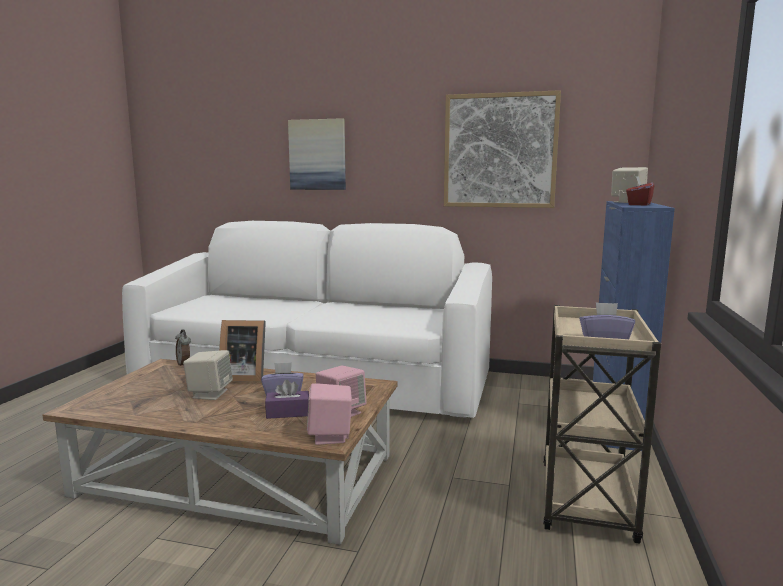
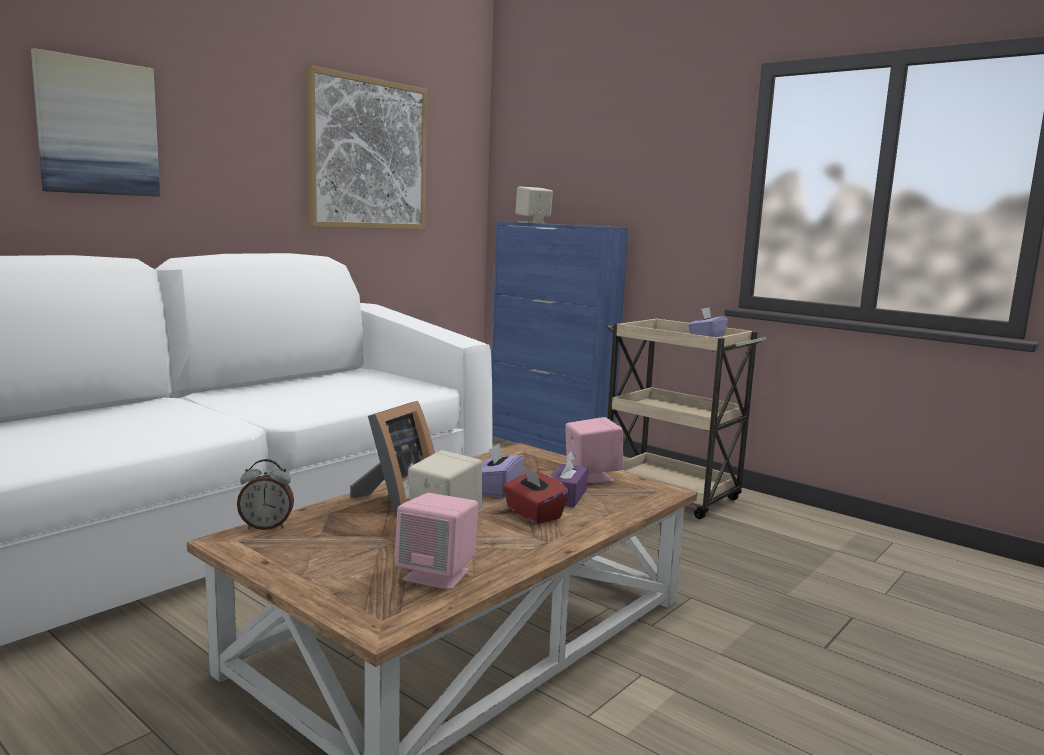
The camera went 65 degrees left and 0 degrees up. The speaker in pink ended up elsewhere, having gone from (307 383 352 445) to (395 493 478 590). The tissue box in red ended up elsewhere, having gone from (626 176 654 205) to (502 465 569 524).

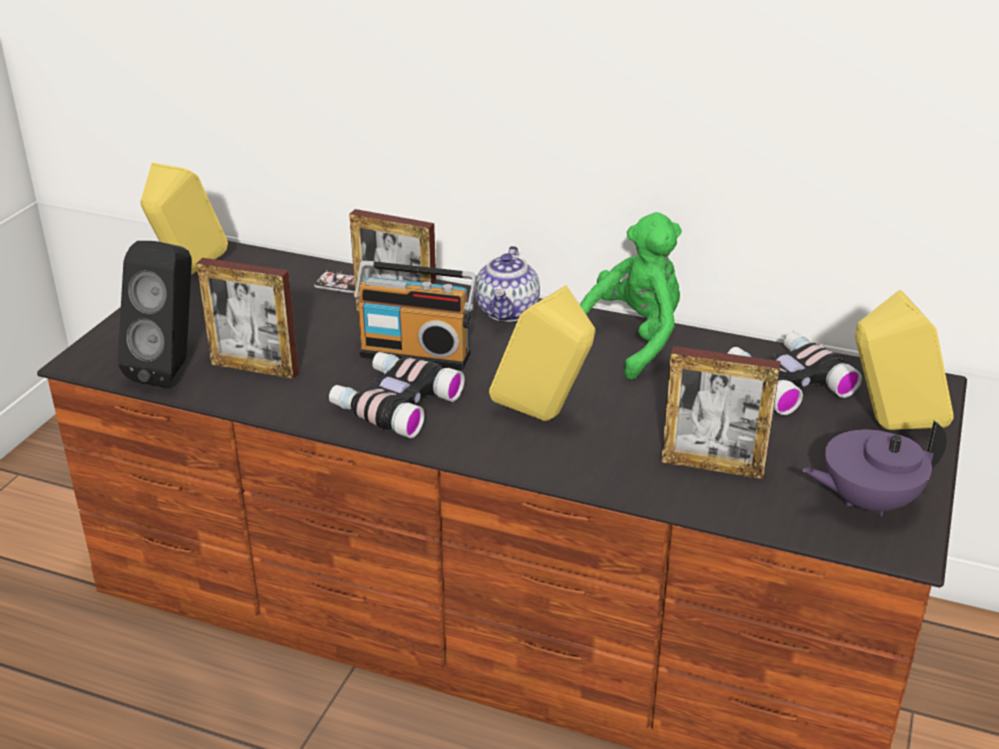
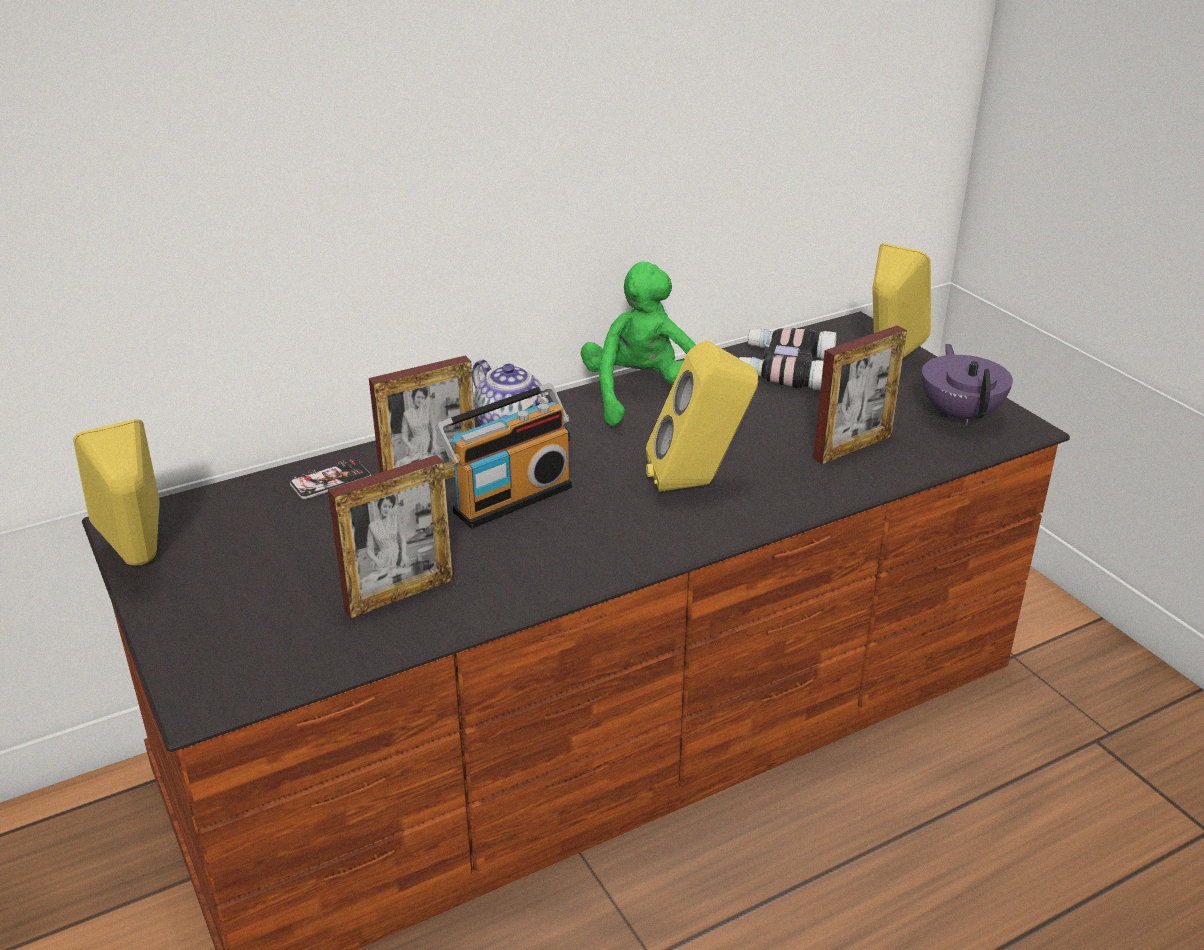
The camera went 50 degrees left and 0 degrees up. The second view lost the speaker in black at (118 241 192 387). The second view lost the binoculars at (329 352 465 438). The teapot in purple at (803 421 947 517) ended up facing another way, 150 degrees clockwise from before.

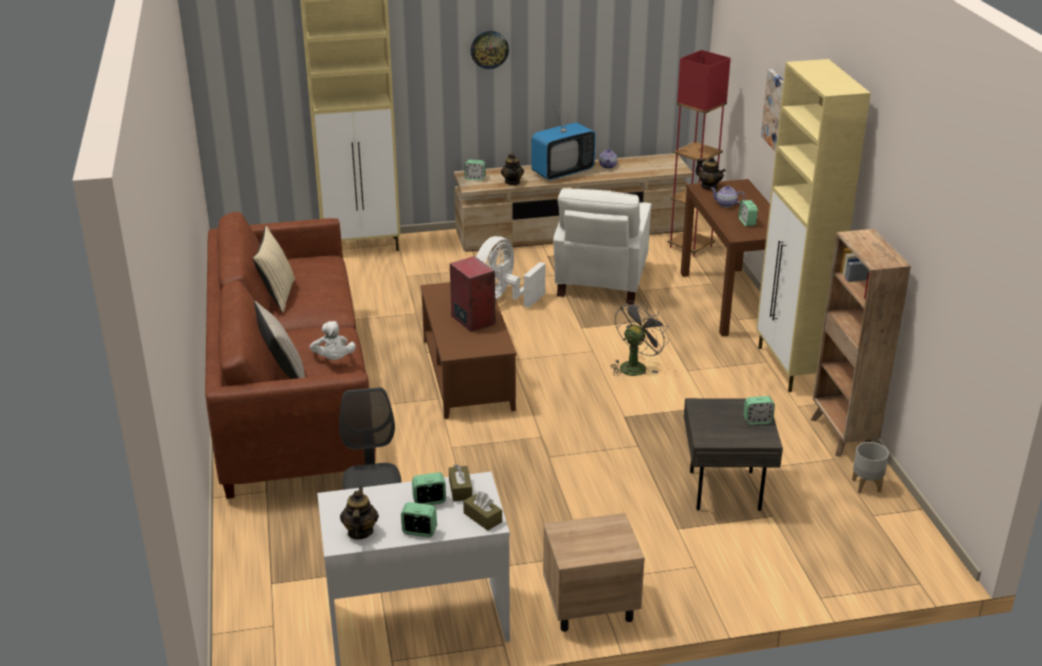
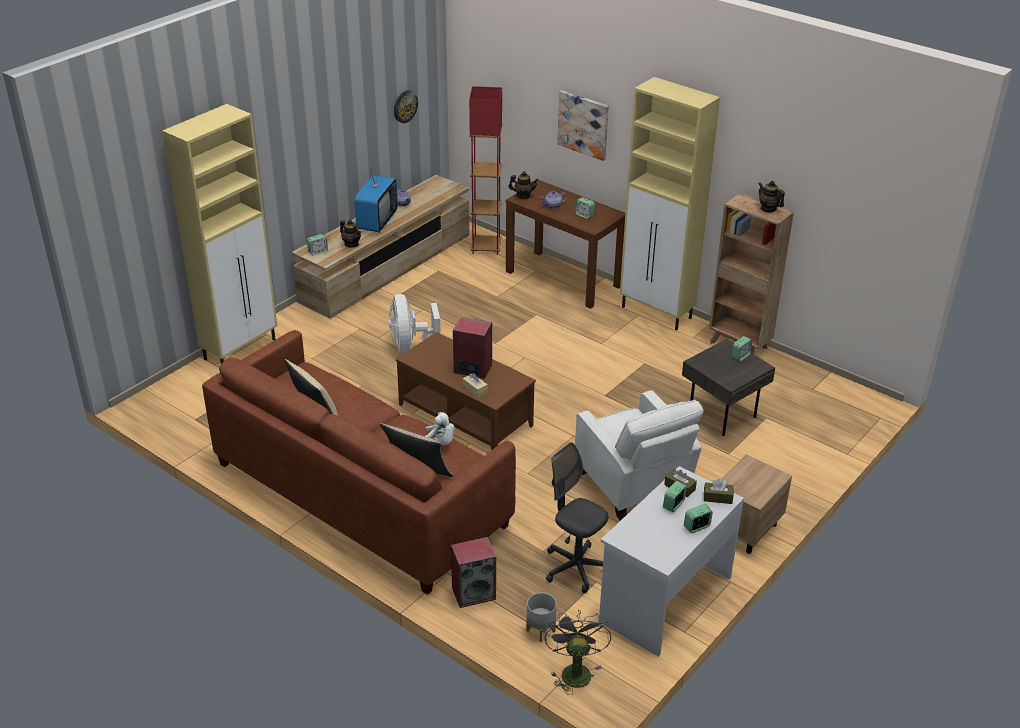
The camera went 40 degrees left and 5 degrees up. The second view gained the speaker at (451 537 496 608). The second view gained the tissue box in beige at (463 373 488 398). The teapot ended up elsewhere, having gone from (340 486 379 540) to (758 181 785 213). The wall clock ended up elsewhere, having gone from (471 31 509 69) to (394 90 418 123). The armchair in white ended up elsewhere, having gone from (553 189 651 304) to (575 390 704 521). The fan in grey ended up elsewhere, having gone from (612 301 669 376) to (544 610 611 695). The planter in grey ended up elsewhere, having gone from (852 442 889 493) to (526 593 557 642).

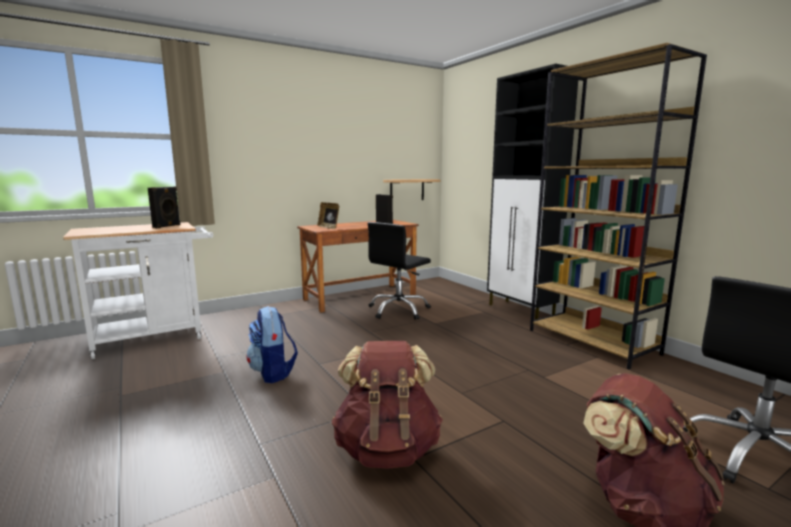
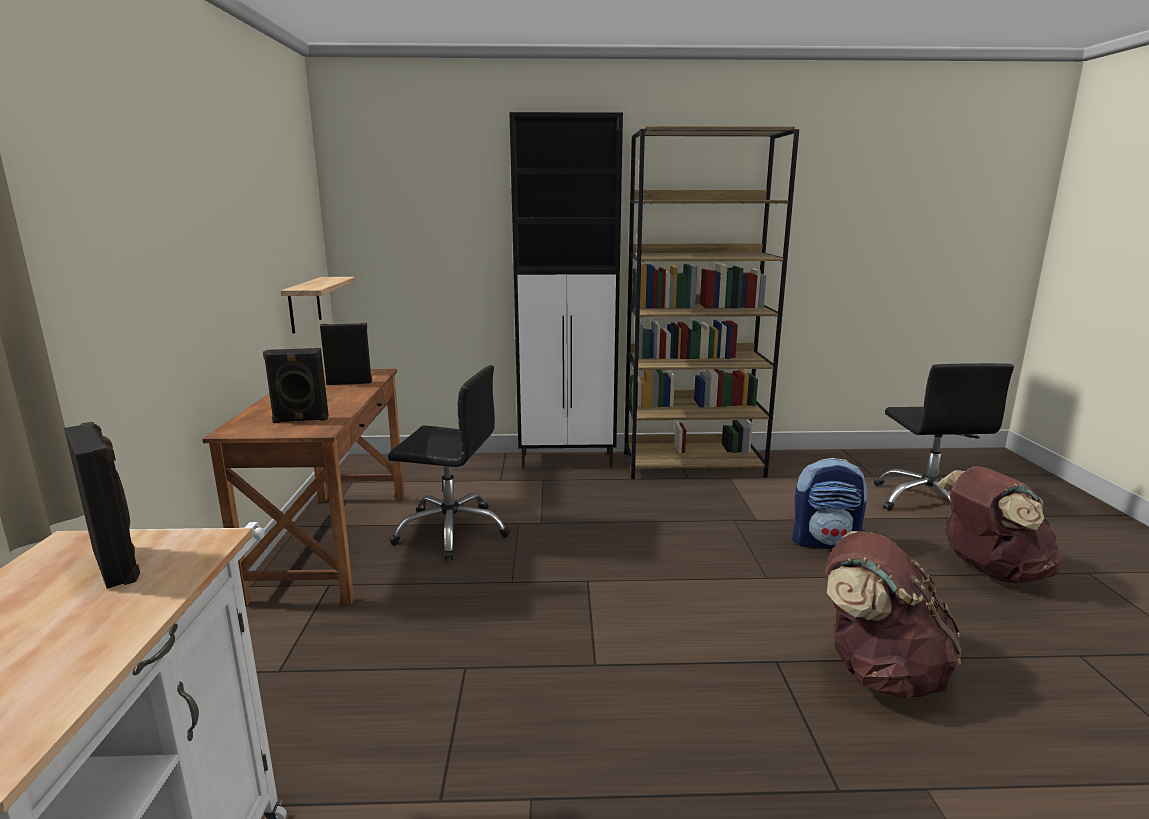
The camera went 60 degrees left and 5 degrees up. The backpack ended up elsewhere, having gone from (246 306 298 383) to (792 458 867 549). Where the picture frame stood at (317 202 339 229), the speaker in black came to stand at (263 348 329 423). The office chair in black at (368 222 431 320) ended up facing another way, 60 degrees counterclockwise from before.

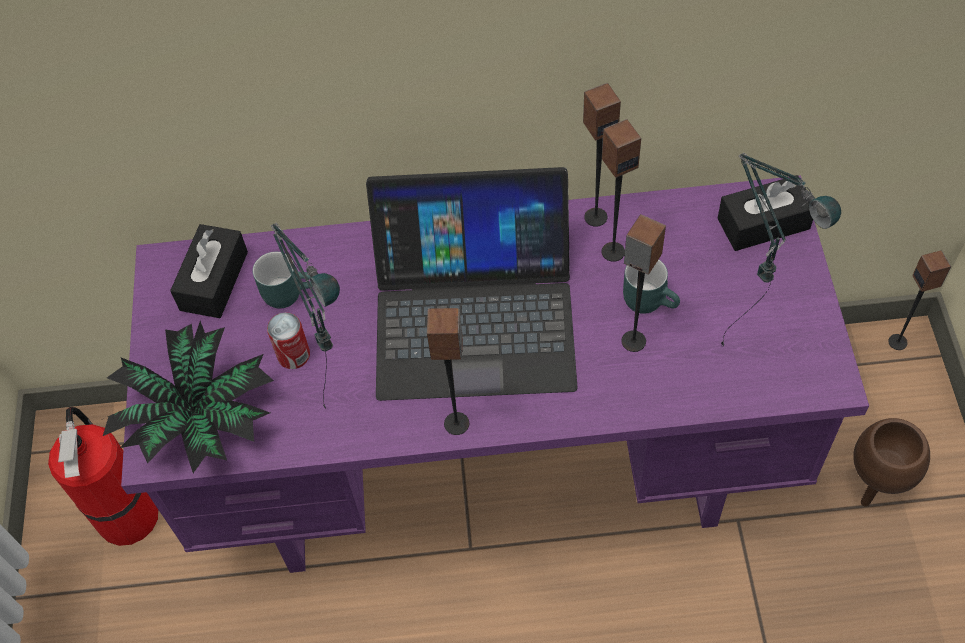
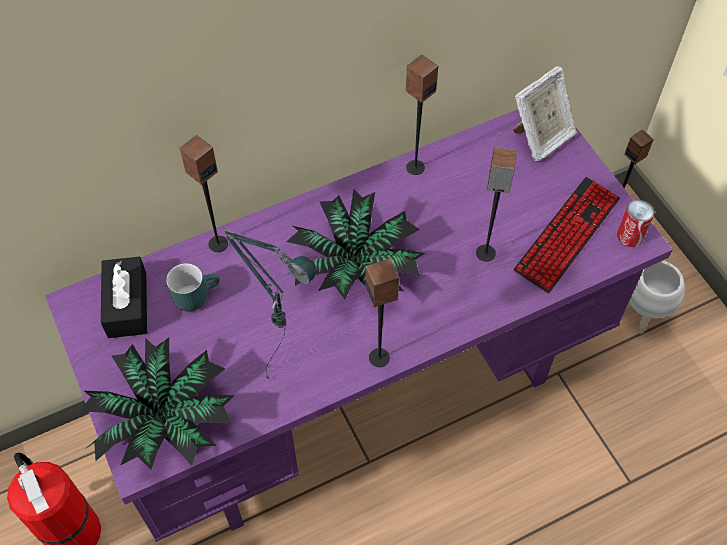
The camera went 25 degrees left and 0 degrees up. The second view lost the mug in turquoise at (623 260 680 314). The can ended up elsewhere, having gone from (267 312 310 369) to (617 200 654 247). The speaker ended up elsewhere, having gone from (602 119 641 262) to (180 135 228 252). Where the laptop stood at (366 167 578 401), the potted plant came to stand at (286 190 425 299). Where the tissue box in black stood at (717 175 813 251), the picture frame came to stand at (513 65 577 161). Where the table lamp stood at (721 153 841 346), the keyboard came to stand at (513 177 620 293). What was the planter in brown at (853 418 930 507) turned into the planter in white at (627 261 685 334).

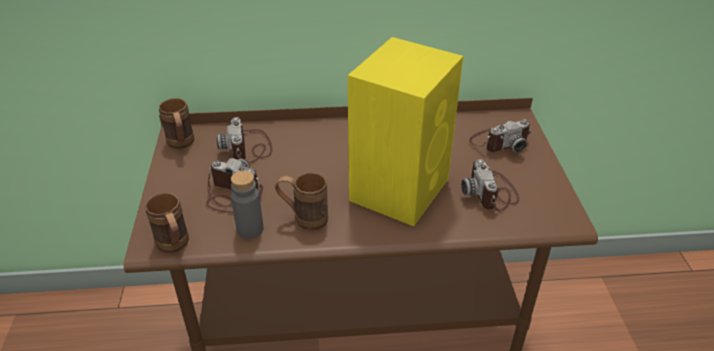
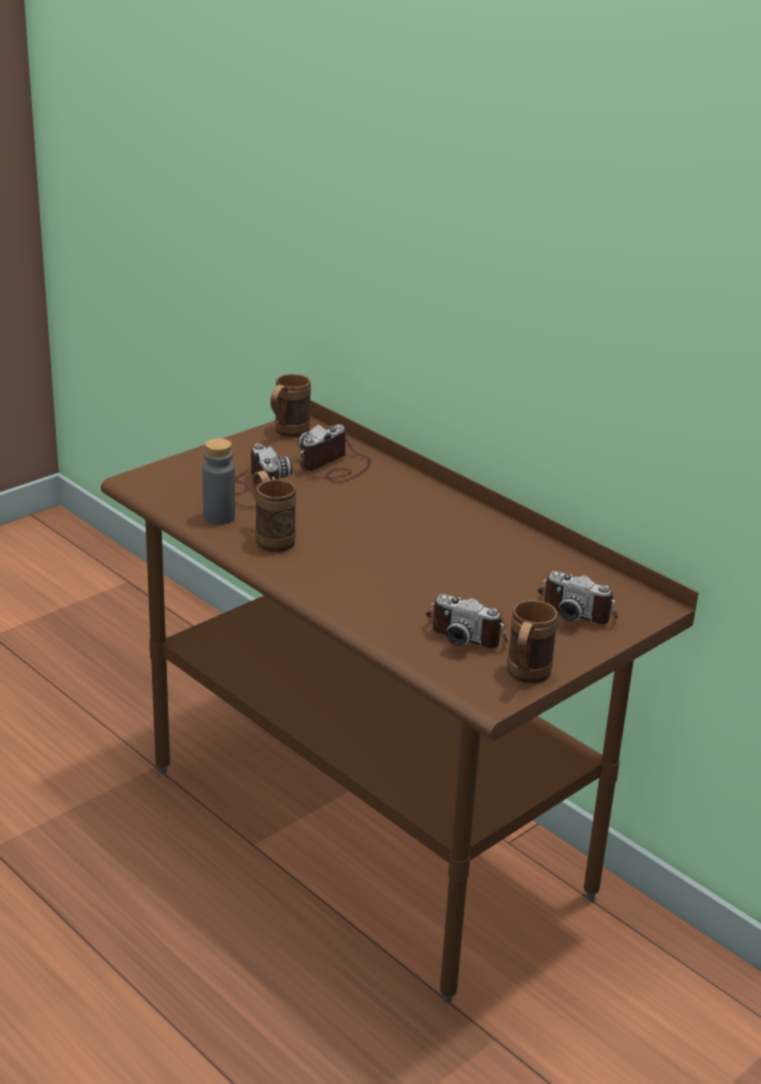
The camera went 50 degrees right and 10 degrees down. The second view lost the speaker in yellow at (348 37 463 226). The mug in brown ended up elsewhere, having gone from (145 193 189 253) to (507 600 558 683). The photo camera at (461 159 520 211) ended up facing another way, 105 degrees counterclockwise from before.

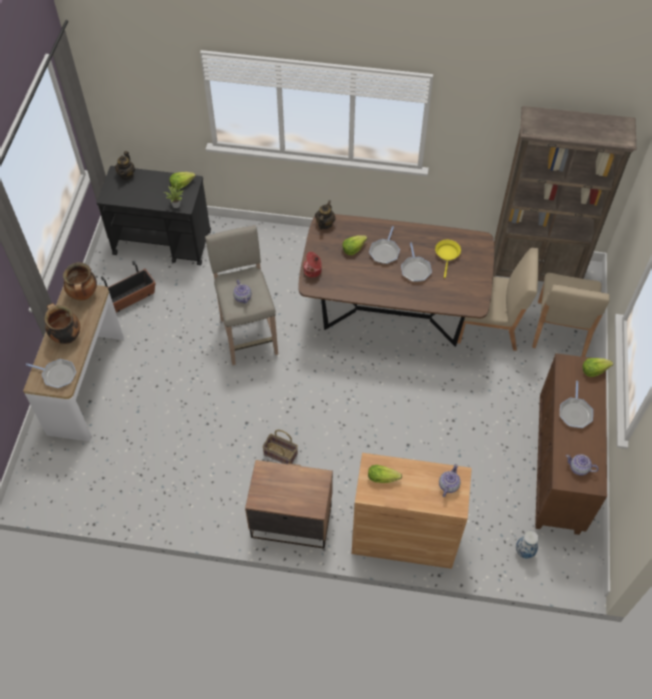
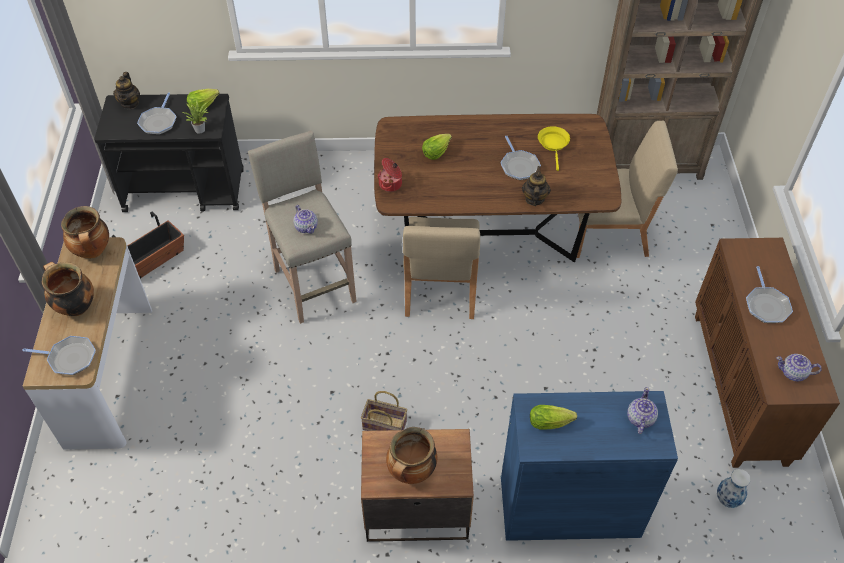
The camera went 10 degrees left and 5 degrees down. The second view lost the lettuce at (583 358 613 377). The second view gained the cooking pot at (386 427 437 484). The teapot ended up elsewhere, having gone from (315 200 335 230) to (522 166 551 206). The frying pan ended up elsewhere, having gone from (369 226 400 264) to (137 93 176 135). The chair in beige ended up elsewhere, having gone from (532 273 610 357) to (403 217 480 319). What was the cabinet in brown at (352 453 472 569) turned into the cabinet in blue at (501 391 678 541).

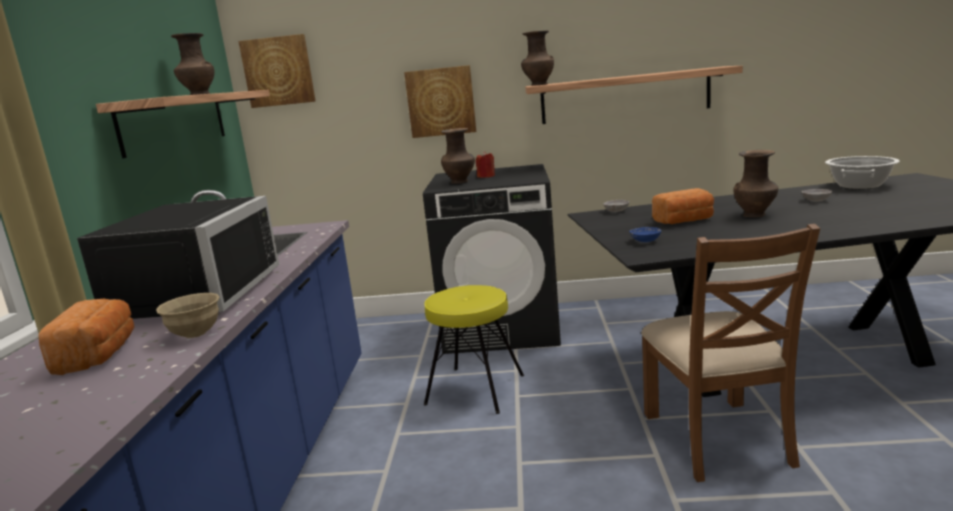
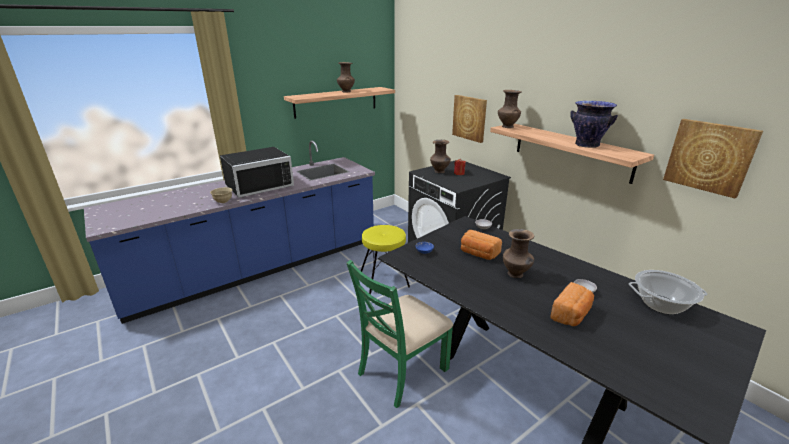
The camera went 50 degrees right and 10 degrees up. The second view gained the vase at (570 101 618 148). The bread ended up elsewhere, having gone from (38 299 134 375) to (550 282 594 326). The picture ended up elsewhere, having gone from (238 34 315 108) to (663 119 763 198). What was the chair in brown at (641 224 820 482) turned into the chair in green at (346 260 453 408).

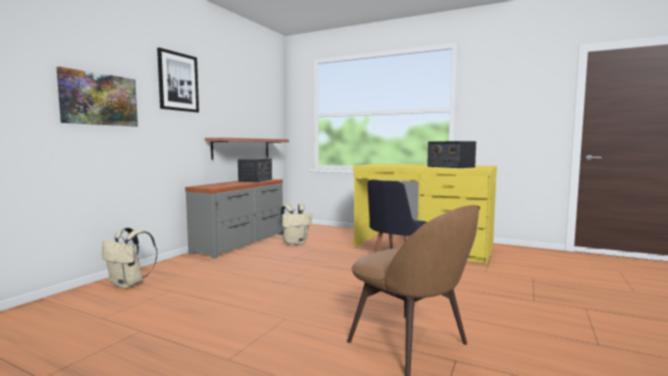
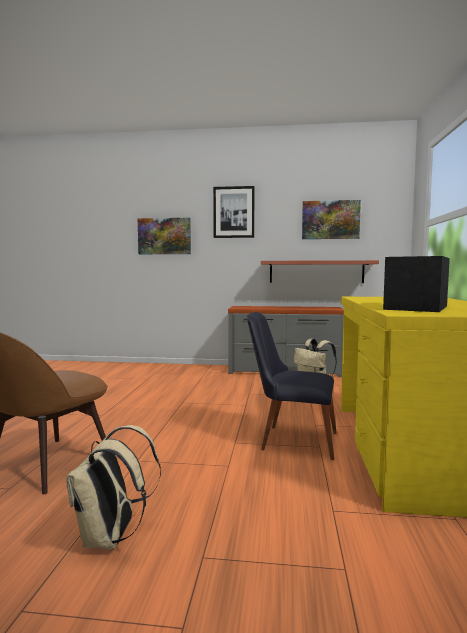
The camera went 70 degrees right and 0 degrees up. The second view lost the radio at (238 158 272 182). The second view gained the picture at (302 200 361 239). The backpack in beige ended up elsewhere, having gone from (102 228 158 288) to (66 425 161 549).

